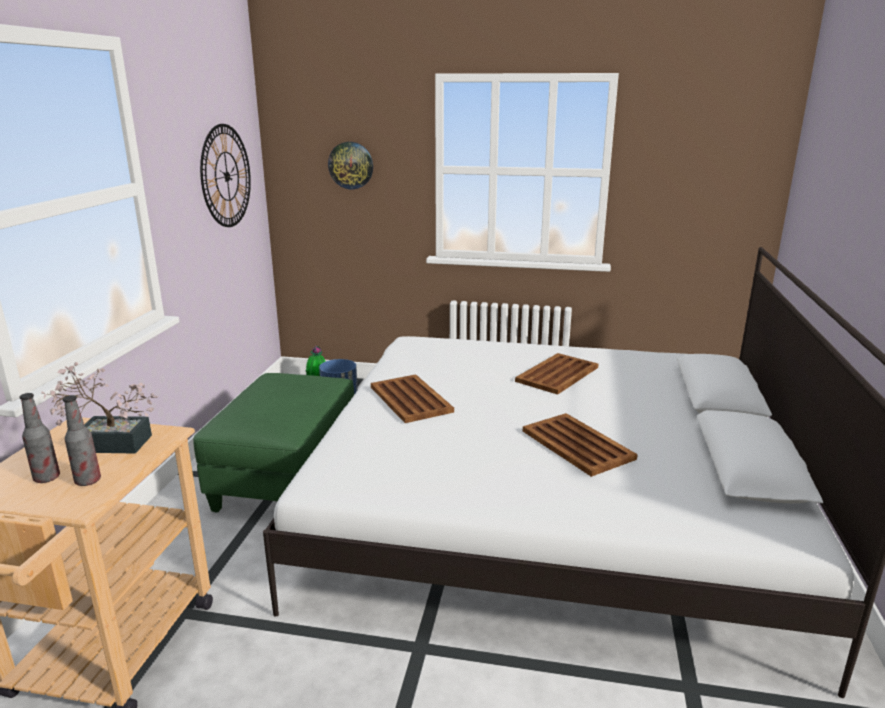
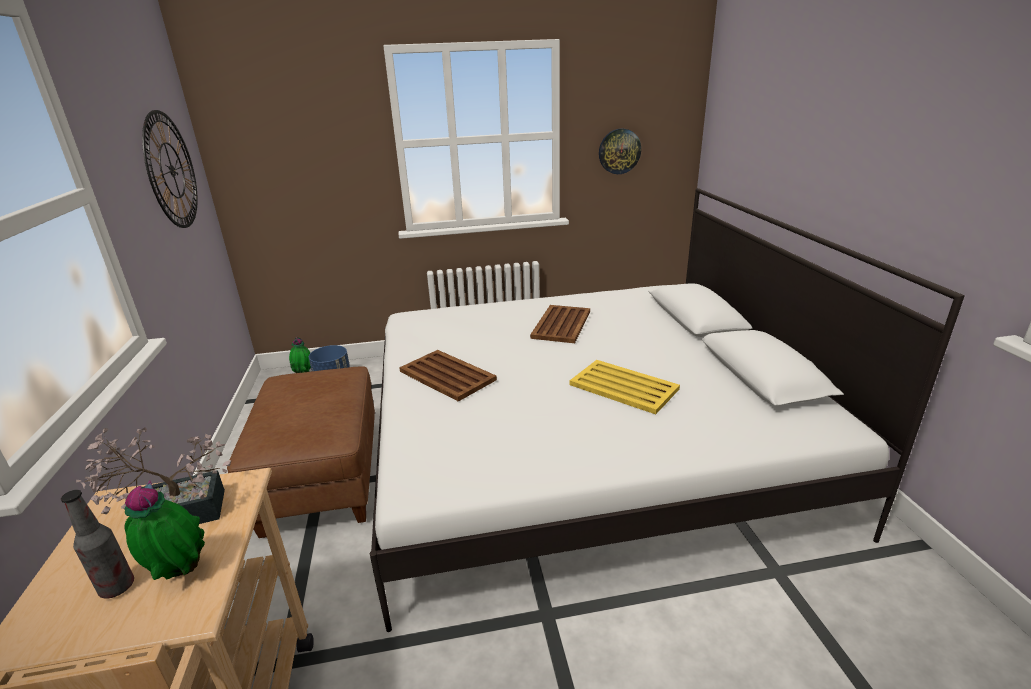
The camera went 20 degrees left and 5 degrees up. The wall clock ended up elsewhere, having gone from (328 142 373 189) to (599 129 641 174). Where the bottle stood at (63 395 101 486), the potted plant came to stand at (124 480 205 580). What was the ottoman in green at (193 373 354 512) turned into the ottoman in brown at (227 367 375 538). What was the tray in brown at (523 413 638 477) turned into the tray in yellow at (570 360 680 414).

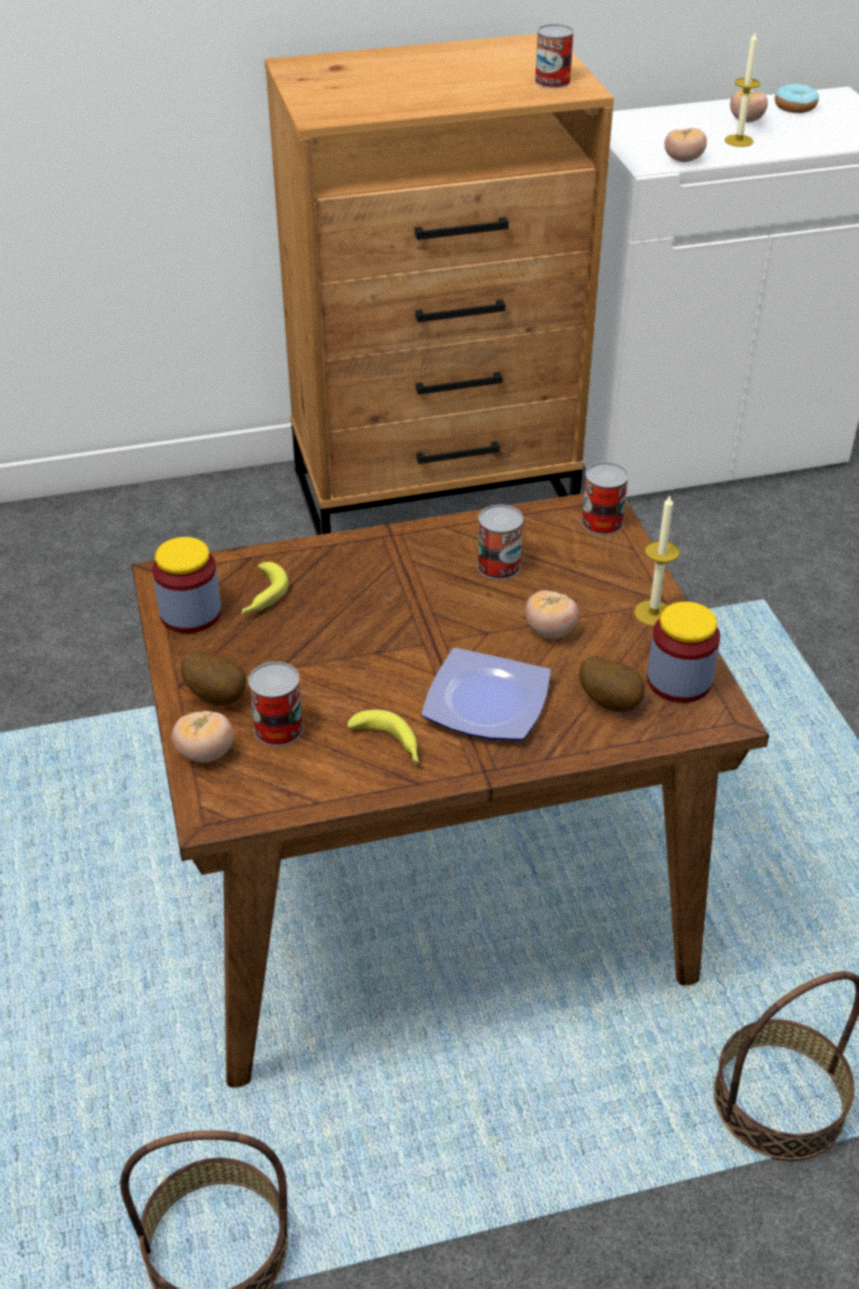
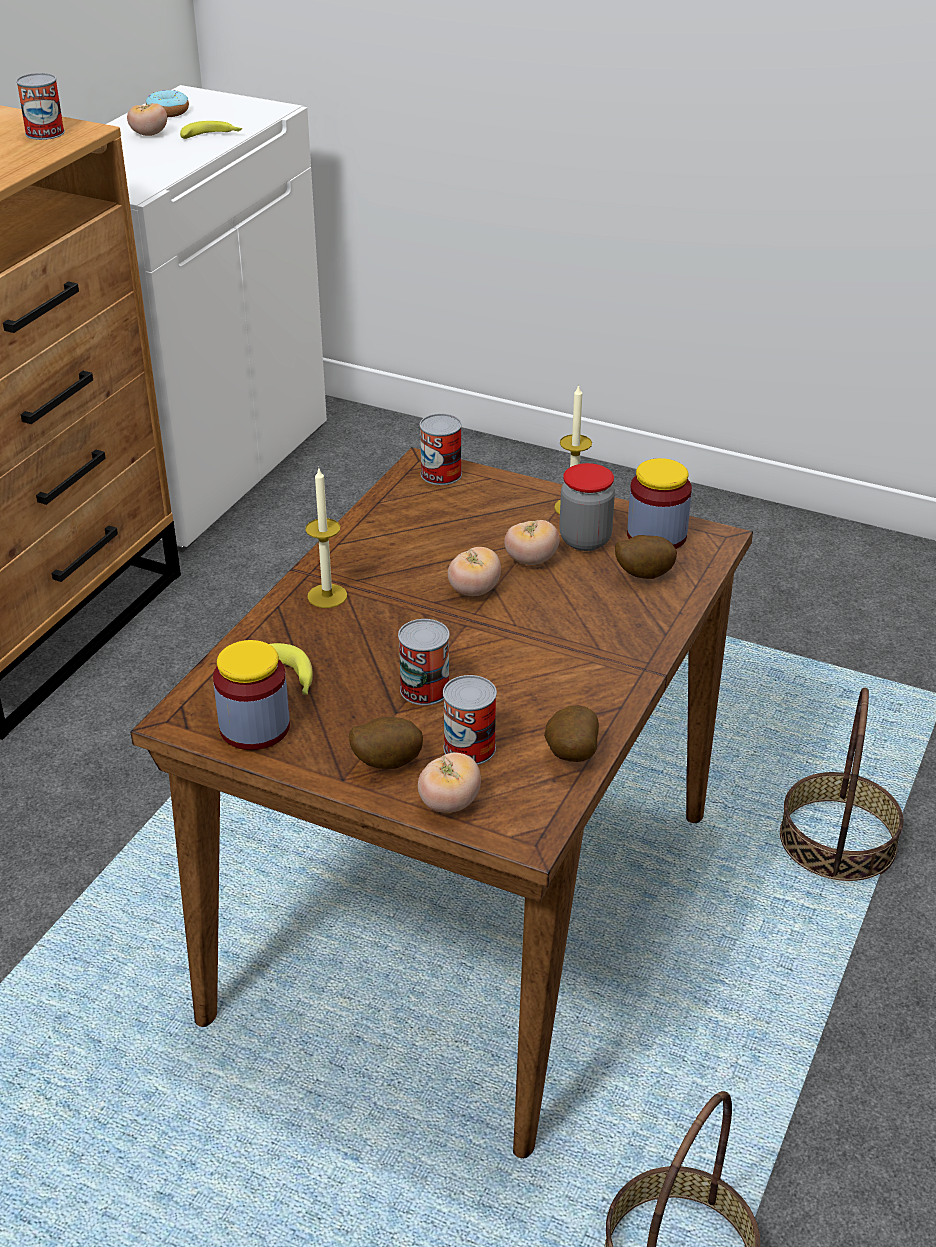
The camera went 50 degrees left and 5 degrees down. The second view lost the plate at (421 648 551 741). The second view gained the potato at (544 705 599 762). The second view gained the jar at (559 463 615 551). The banana ended up elsewhere, having gone from (347 710 419 763) to (180 121 242 139). The can ended up elsewhere, having gone from (477 505 523 580) to (398 619 450 705). The tomato ended up elsewhere, having gone from (665 128 707 162) to (448 547 501 596). The candle ended up elsewhere, having gone from (725 32 760 147) to (305 469 347 608).

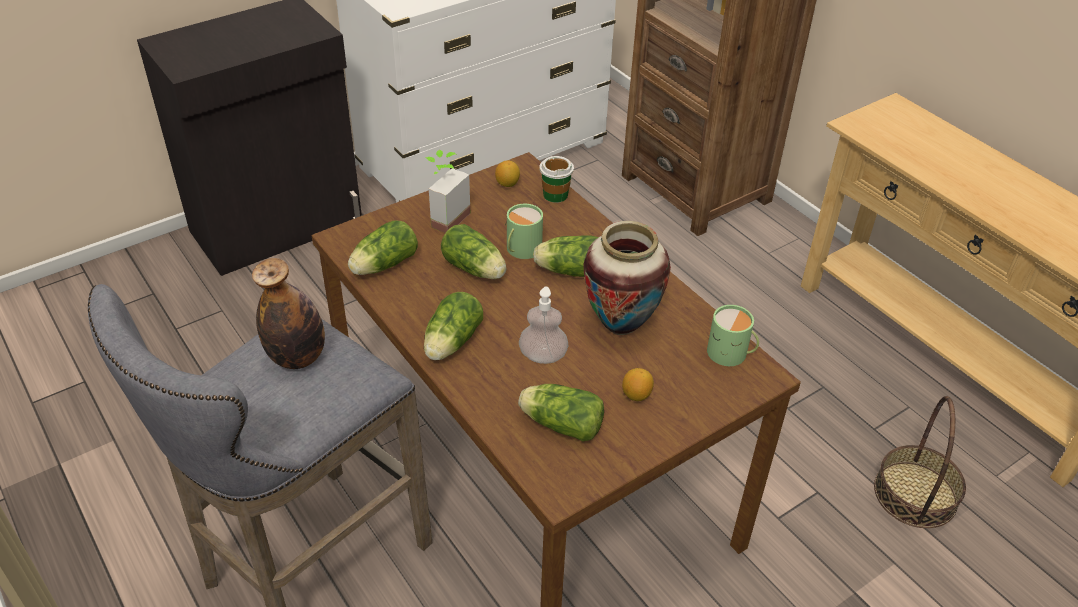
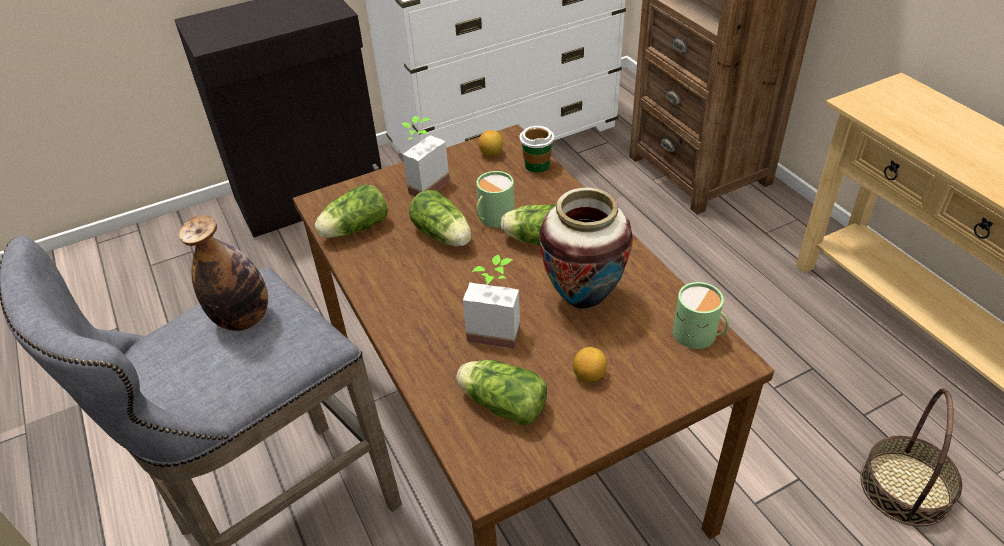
The camera went 10 degrees right and 0 degrees up. The second view lost the lettuce at (424 292 483 360). Where the soap dispenser stood at (519 287 568 364), the potted plant came to stand at (463 255 520 349).

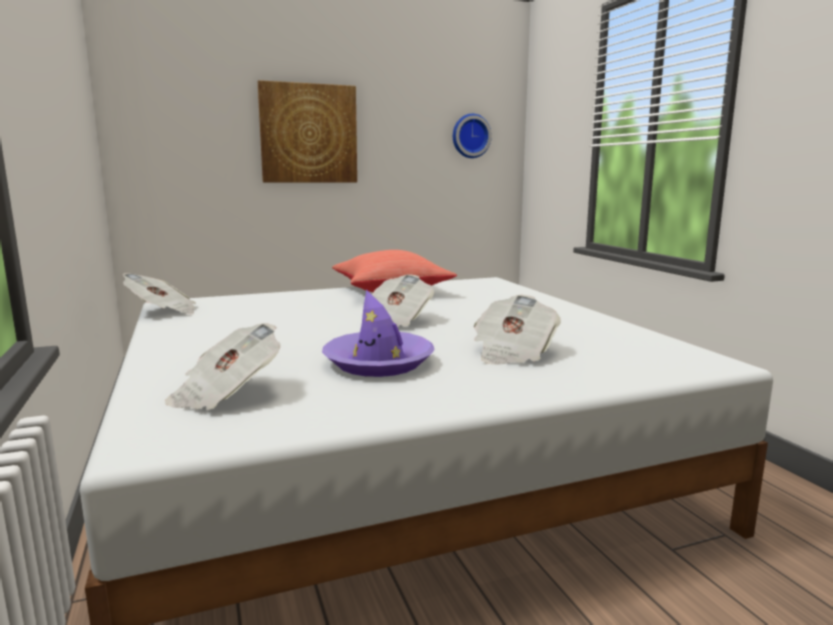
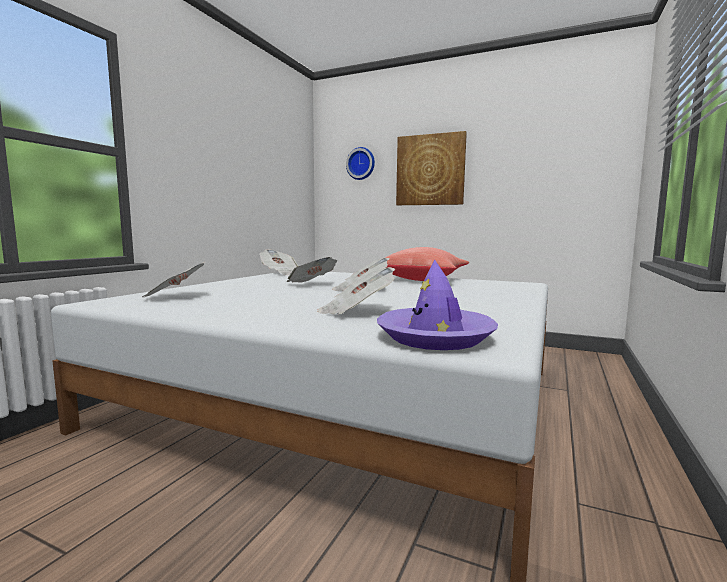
The camera went 45 degrees right and 5 degrees down. The second view gained the newspaper at (286 257 337 283). The hat in purple ended up elsewhere, having gone from (322 290 435 377) to (377 260 498 350). The wall clock ended up elsewhere, having gone from (453 114 492 158) to (346 147 375 180).

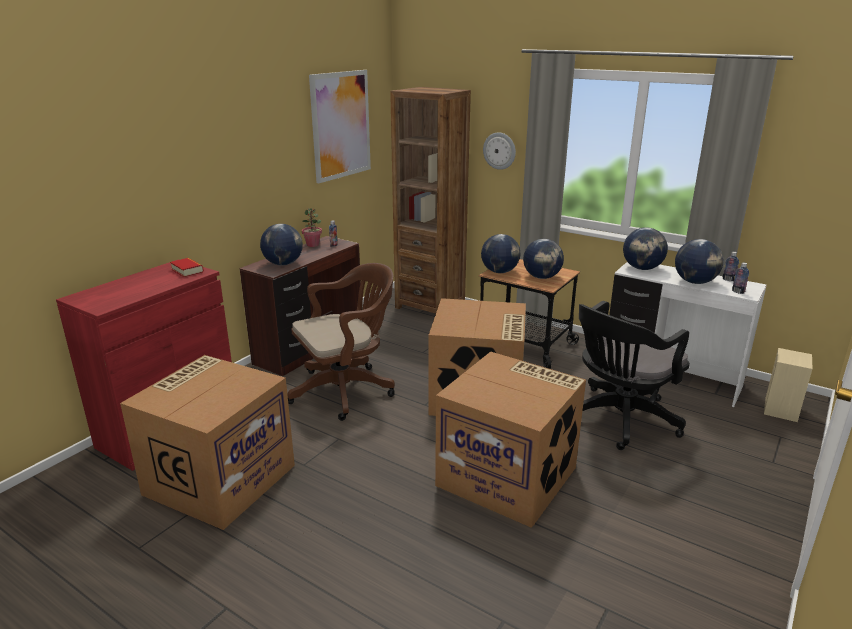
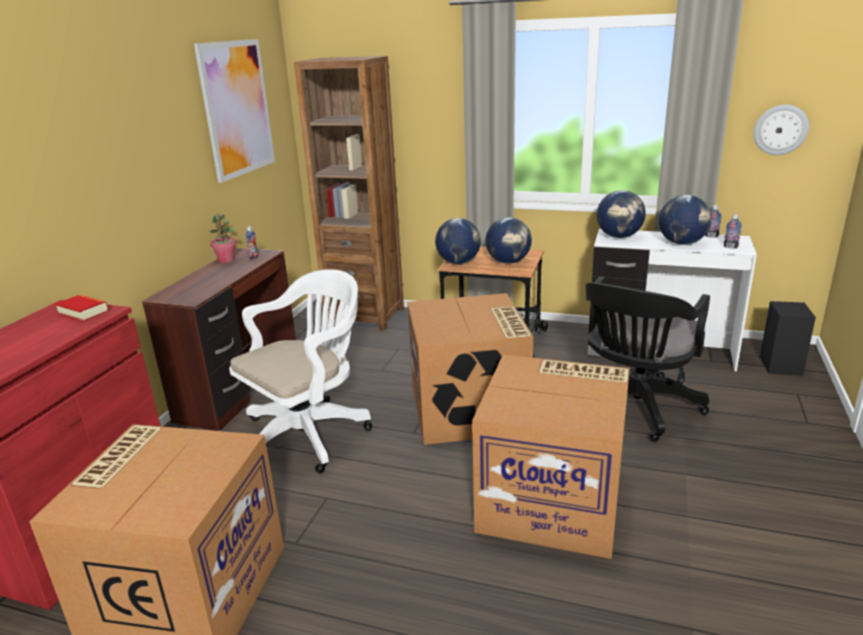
The camera went 15 degrees left and 0 degrees up. The second view lost the globe at (260 224 303 265). The wall clock ended up elsewhere, having gone from (483 132 516 170) to (754 105 809 155). What was the office chair in brown at (288 263 395 421) turned into the office chair in white at (229 269 372 474). What was the speaker in beige at (764 348 812 422) turned into the speaker in black at (760 301 816 376).

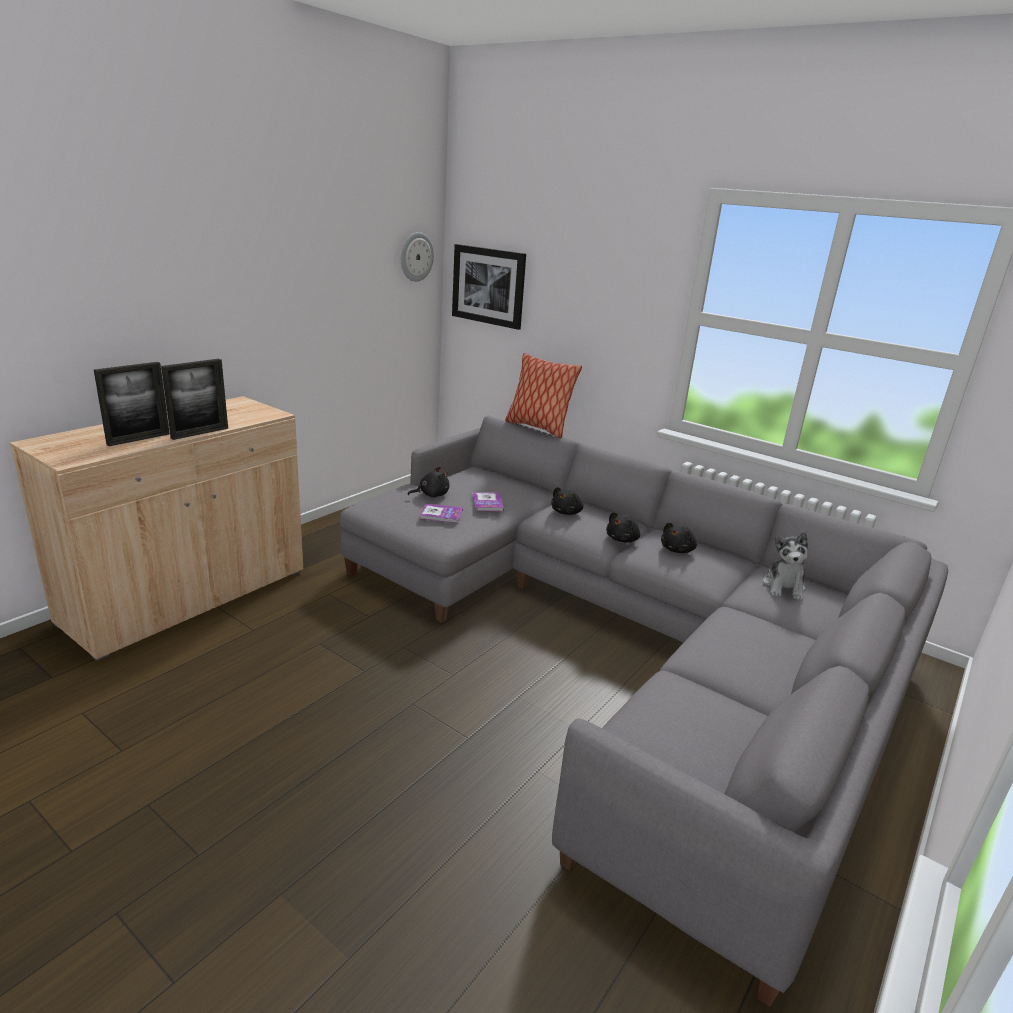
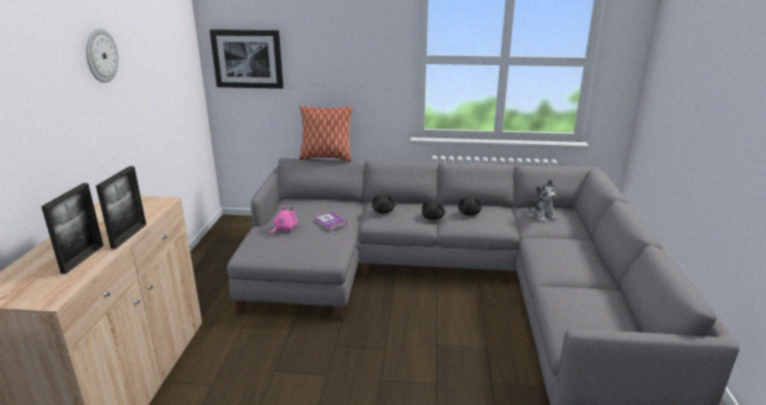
The camera went 30 degrees left and 0 degrees up. The second view lost the book at (419 504 463 523). The wall clock ended up elsewhere, having gone from (401 232 434 282) to (86 28 119 83). What was the plush toy in black at (408 467 449 497) turned into the plush toy in pink at (270 206 297 235).

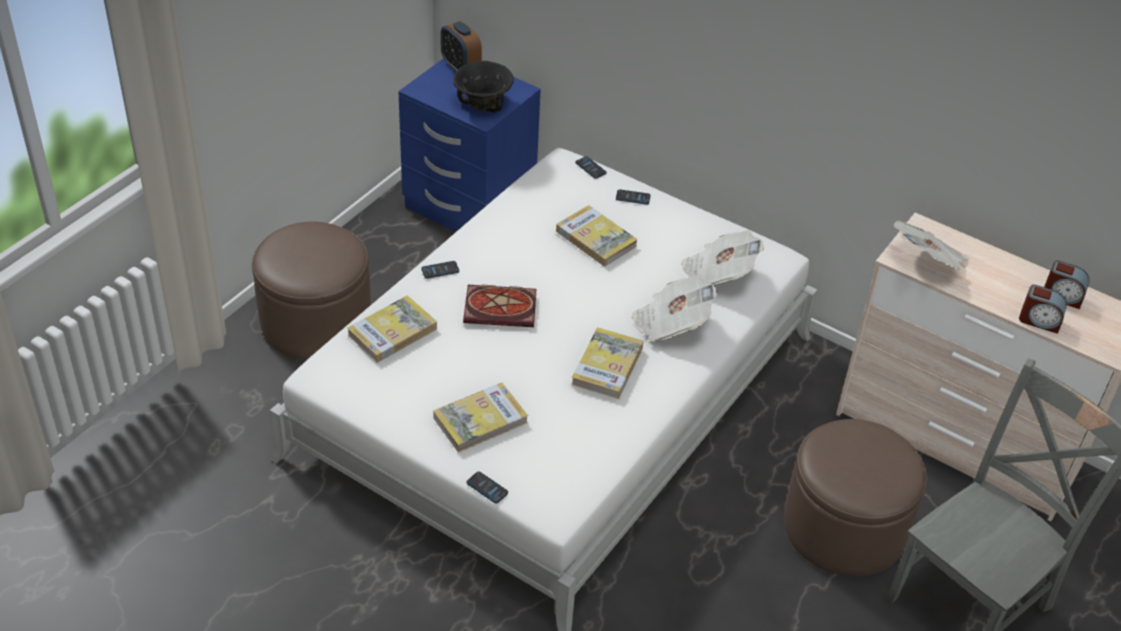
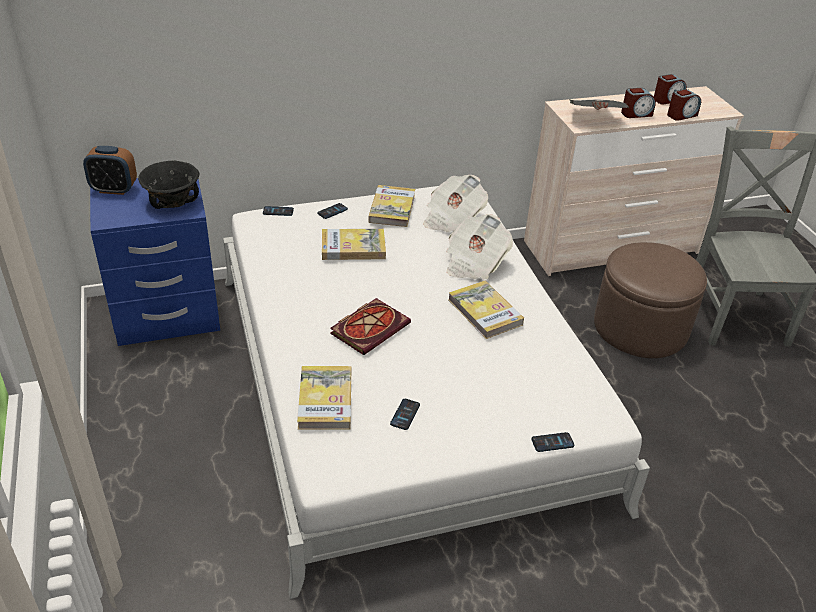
The camera went 50 degrees left and 5 degrees down. The second view lost the ottoman in brown at (252 222 371 359). The second view gained the alarm clock at (621 88 656 118). The phone ended up elsewhere, having gone from (421 261 459 279) to (390 399 420 430). The book ended up elsewhere, having gone from (433 383 528 453) to (369 185 415 227).

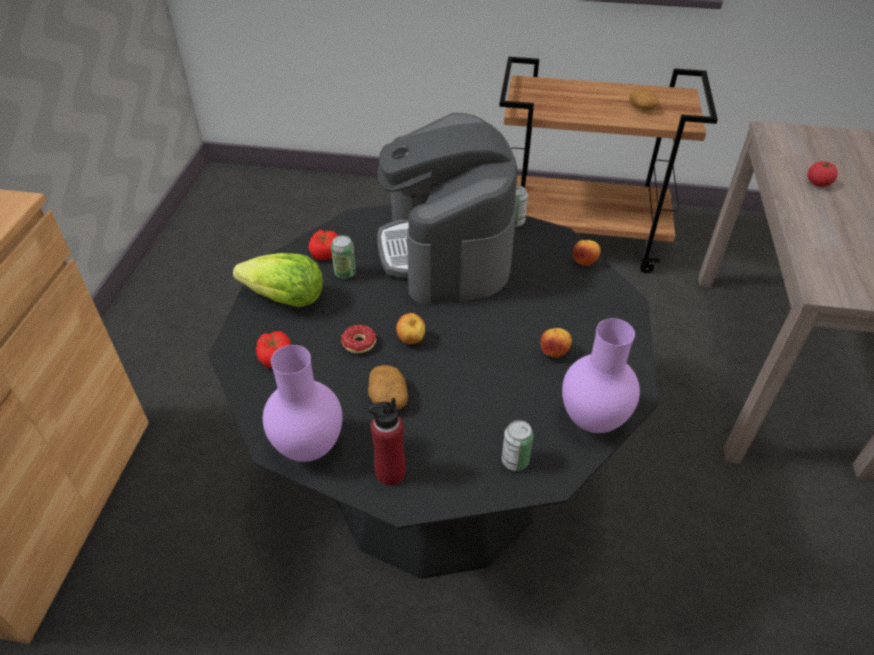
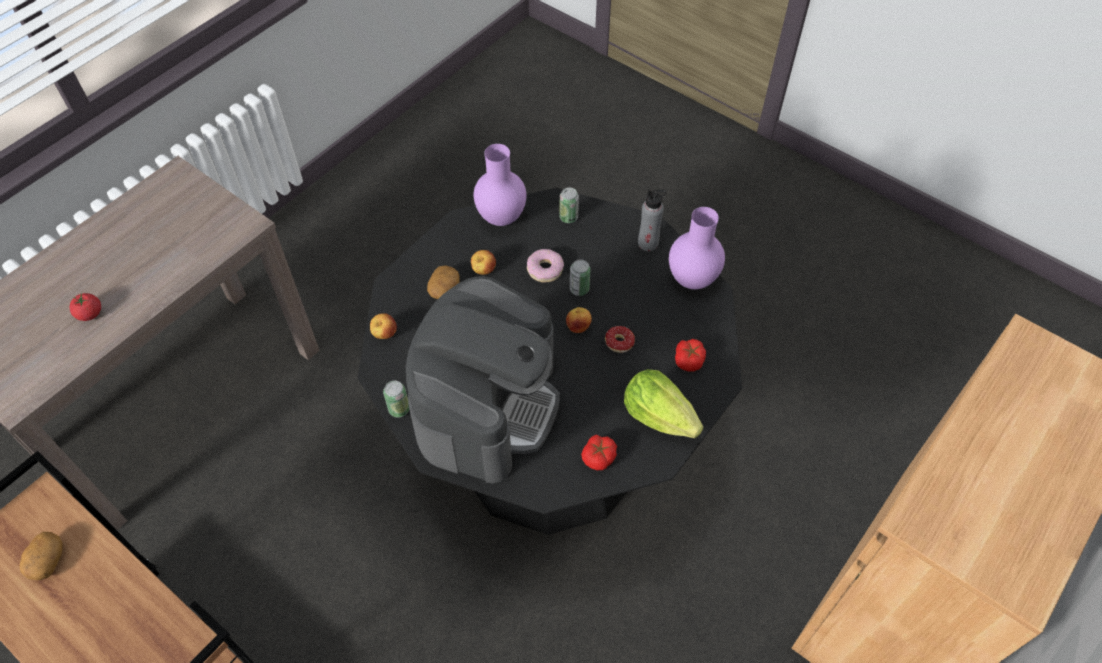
The camera went 150 degrees left and 10 degrees up. The second view gained the donut at (527 249 564 283). The can ended up elsewhere, having gone from (331 235 356 279) to (570 259 590 296). The potato ended up elsewhere, having gone from (368 365 408 410) to (427 265 460 299). What was the bottle in red at (368 398 406 486) turned into the bottle in grey at (638 189 667 251).

